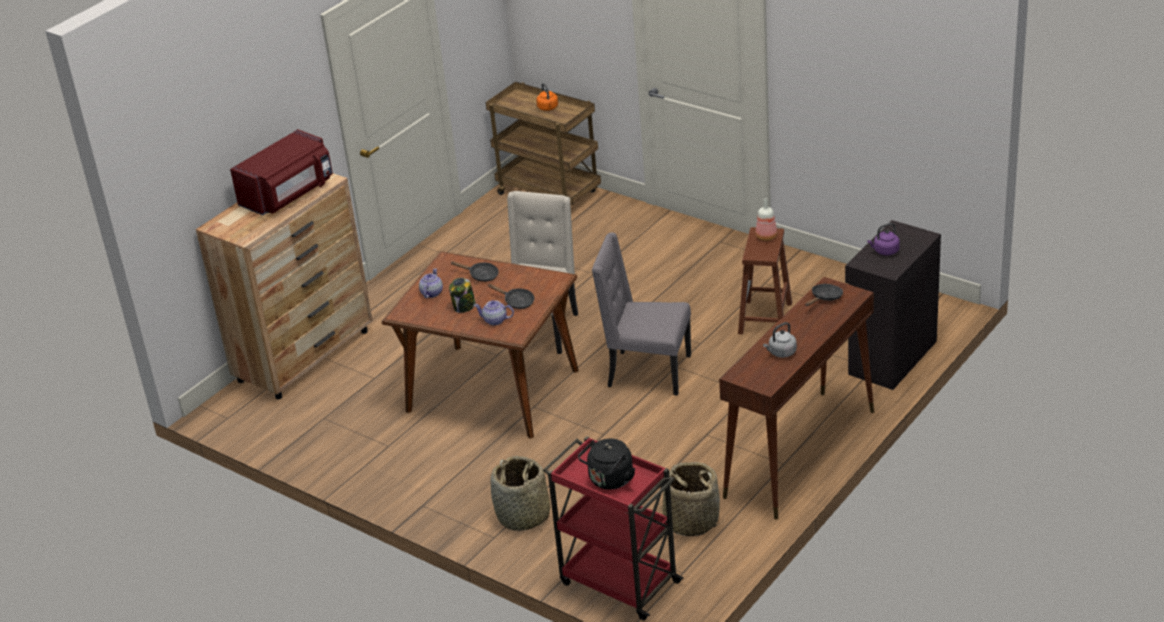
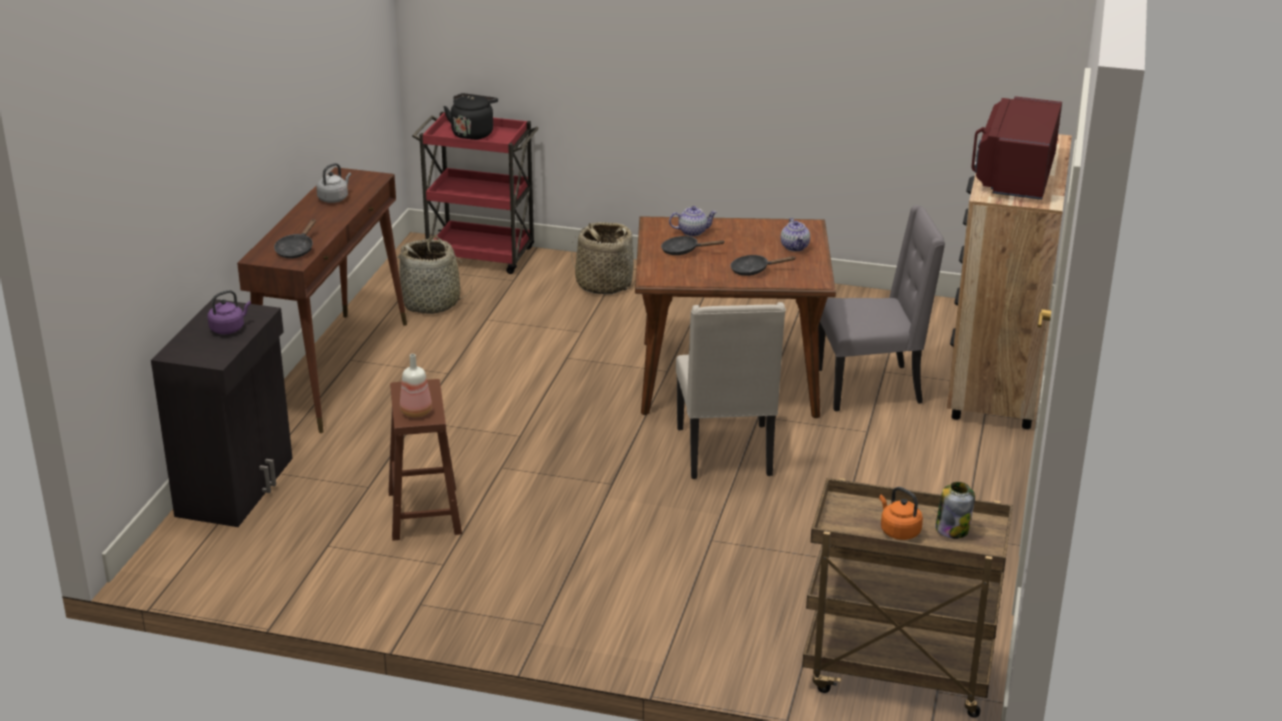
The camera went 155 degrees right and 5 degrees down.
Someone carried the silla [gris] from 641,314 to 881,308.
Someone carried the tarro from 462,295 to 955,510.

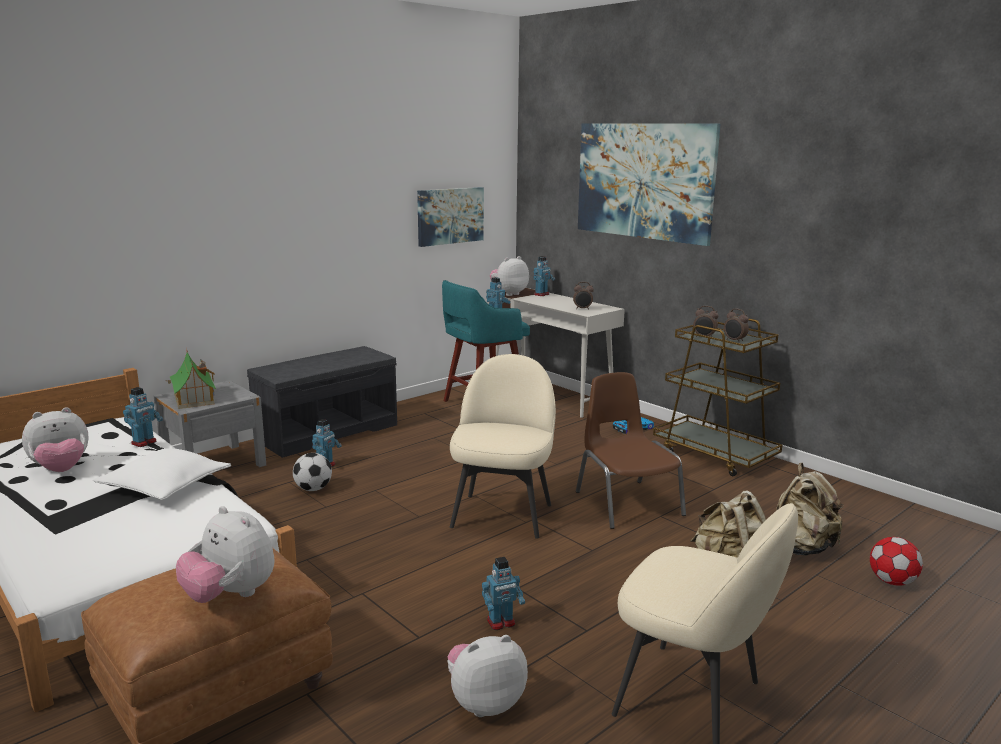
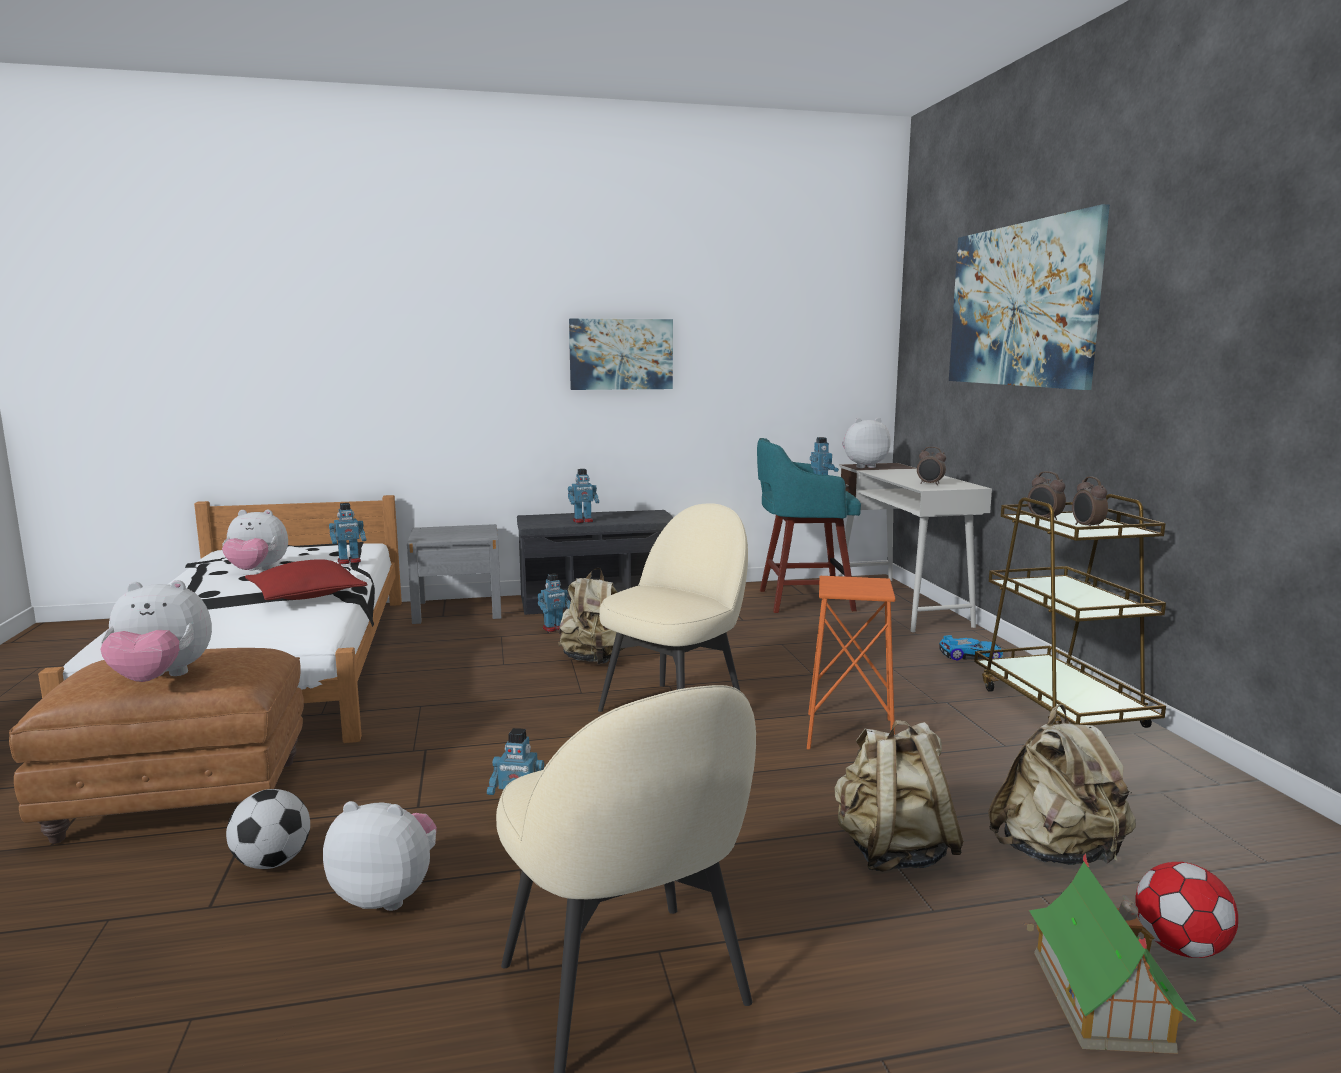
The camera went 30 degrees right and 5 degrees down.
Someone carried the cuadro from 450,217 to 621,354.
Someone carried the robot de juguete from 544,276 to 583,496.
Someone carried the casita from 191,380 to 1109,953.
Someone swapped the silla [marrón] at 631,450 for the taburete [naranja] at 851,663.
Someone repainted the cojín [blanco] at 162,474, which became the cojín [rojo] at 306,579.
Someone carried the balón de fútbol from 312,472 to 268,829.
Someone rotated the peluche at 225,554 by 75 degrees counterclockwise.
Someone put down the mochila [beis] at 591,616.

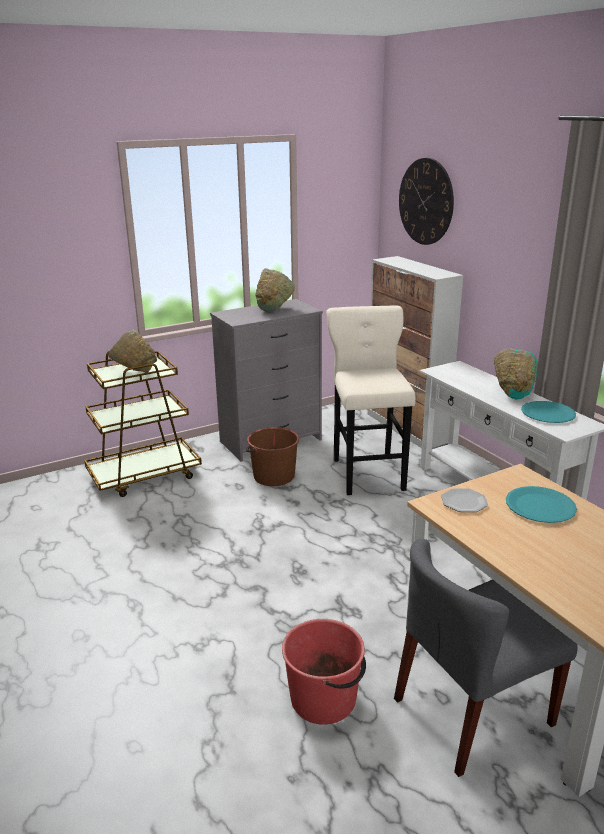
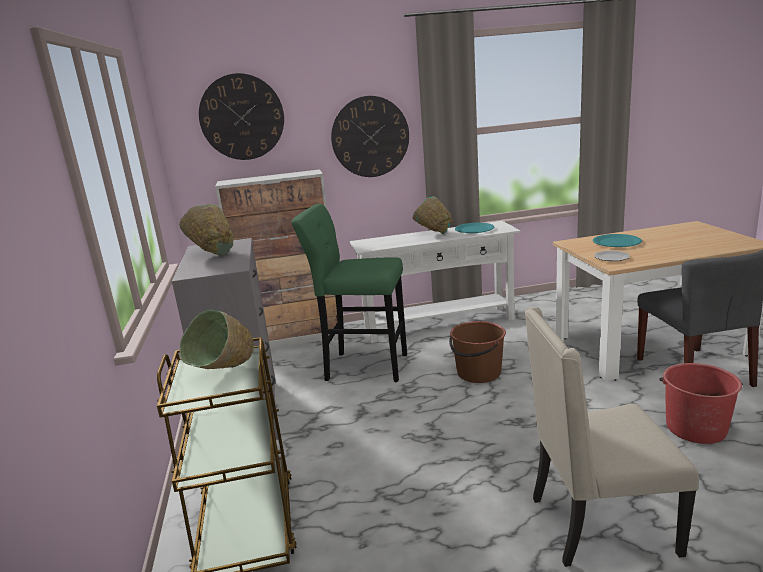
The camera went 70 degrees left and 5 degrees down.
Someone repainted the taburete [beis] at 371,400, which became the taburete [verde] at 349,293.
Someone carried the cubo [marrón] from 272,456 to 477,352.
Someone put up the reloj de pared at 370,136.
Someone put down the silla [beis] at 612,437.

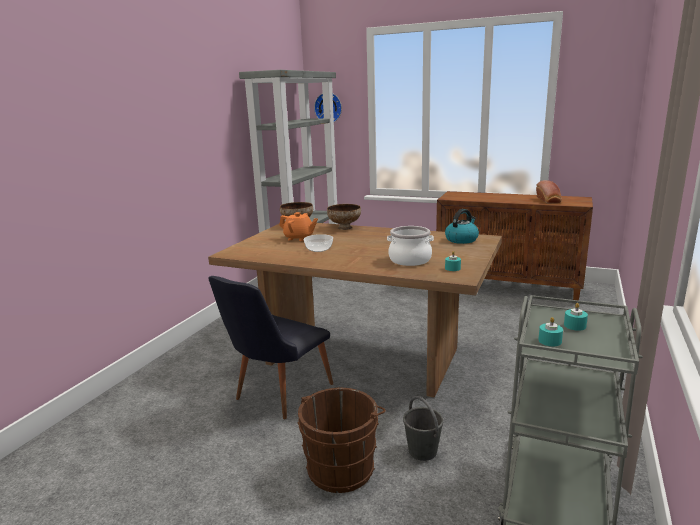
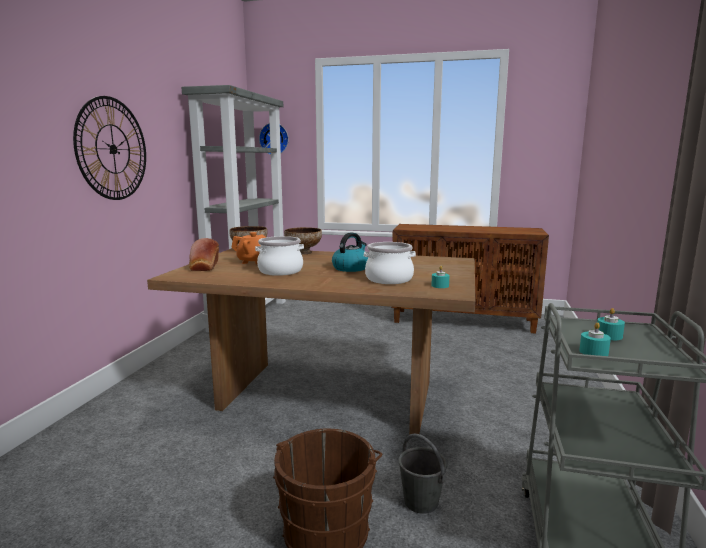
The camera went 10 degrees left and 5 degrees down.
Someone carried the pan from 549,191 to 204,254.
Someone carried the hervidor from 462,226 to 350,252.
Someone swapped the cuenco at 318,243 for the olla at 279,256.
Someone took away the silla [negro] at 270,347.
Someone put up the reloj de pared at 109,148.

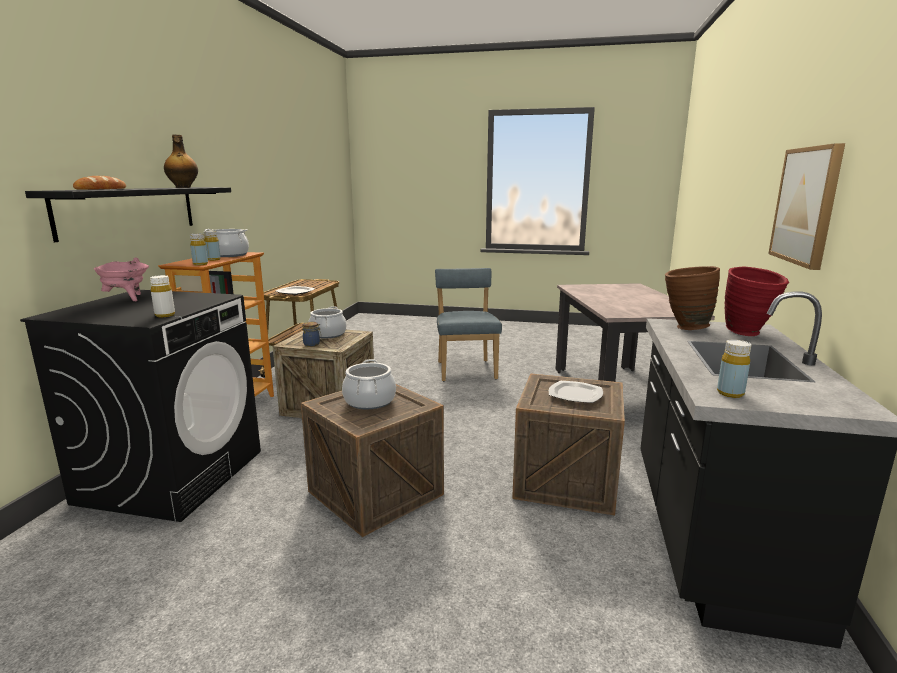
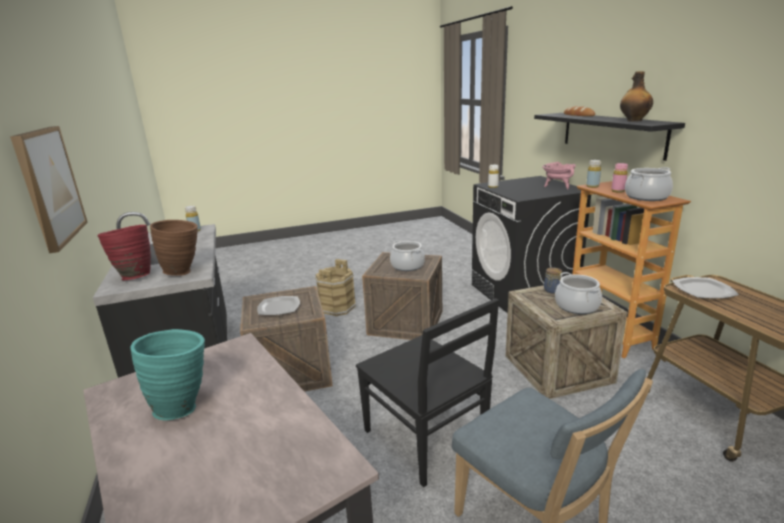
The camera went 150 degrees right and 5 degrees up.
Someone repainted the botella [amarillo] at 212,246, which became the botella [rosa] at 619,178.
Someone put down the cubo [marrón] at 335,287.
Someone put down the silla [negro] at 427,392.
Someone put down the florero [turquesa] at 167,375.

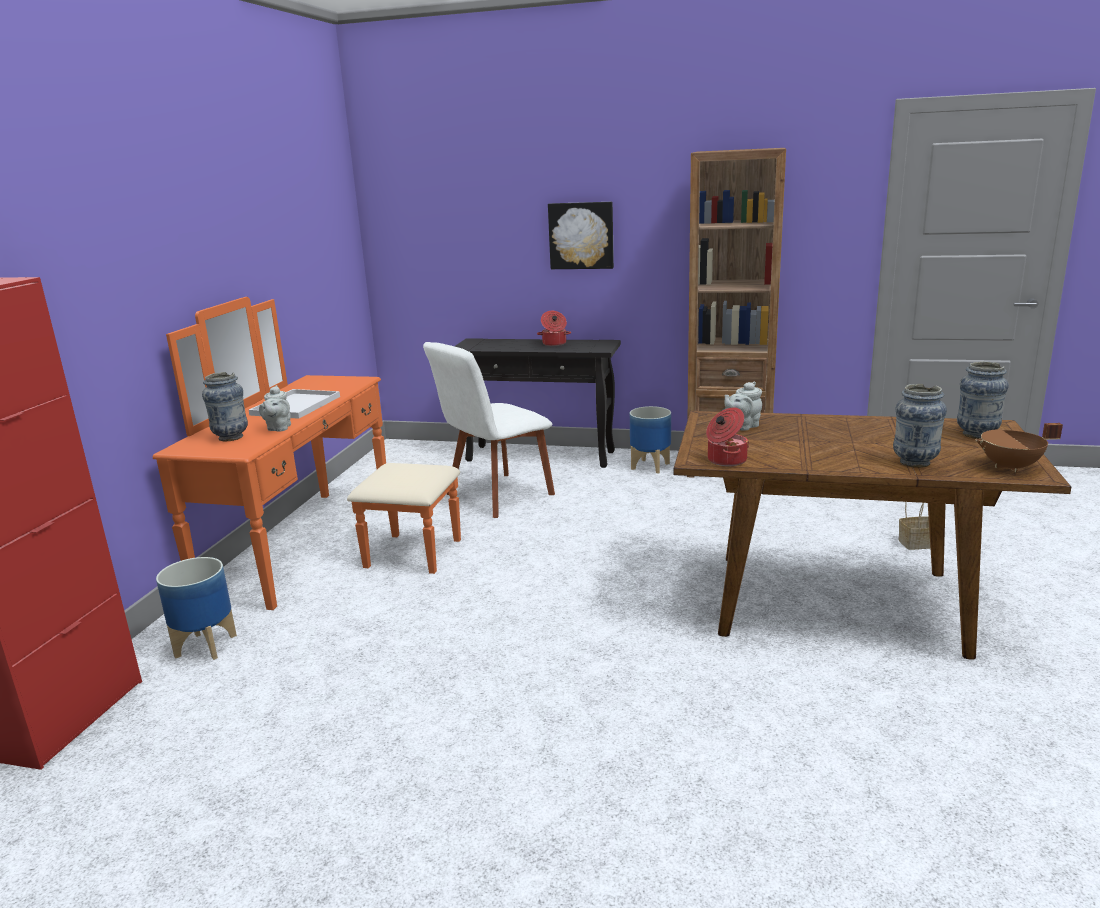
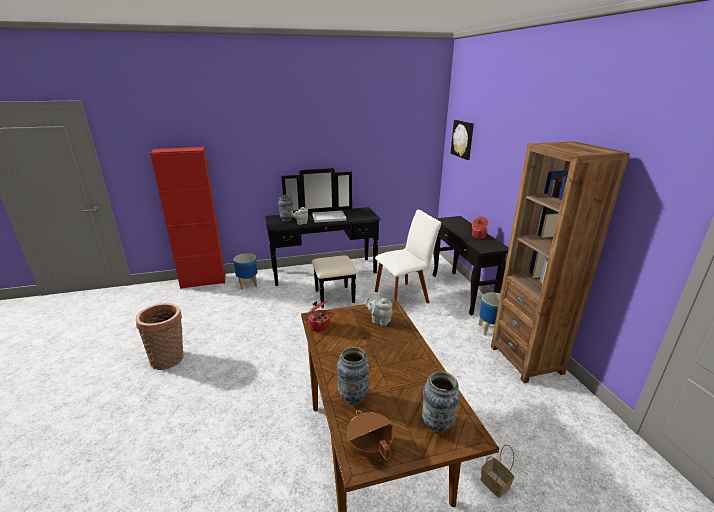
The camera went 60 degrees right and 5 degrees up.
Someone carried the cuadro from 581,235 to 462,140.
Someone repainted the cómoda [naranja] at 307,453, which became the cómoda [negro] at 323,238.
Someone rotated the silla [blanco] at 489,430 by 135 degrees clockwise.
Someone put down the cesta at 160,336.

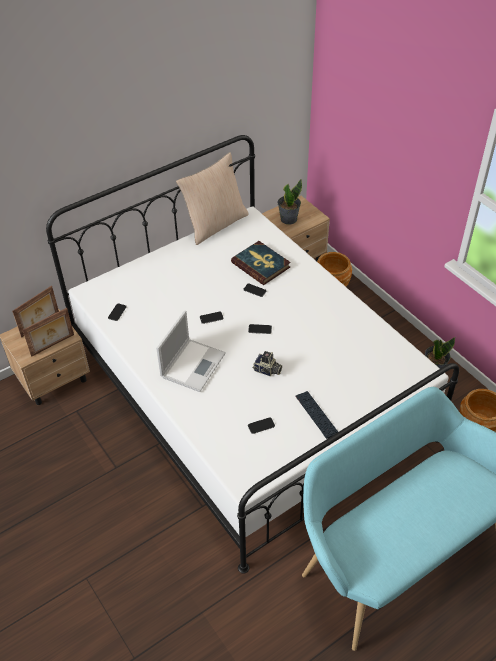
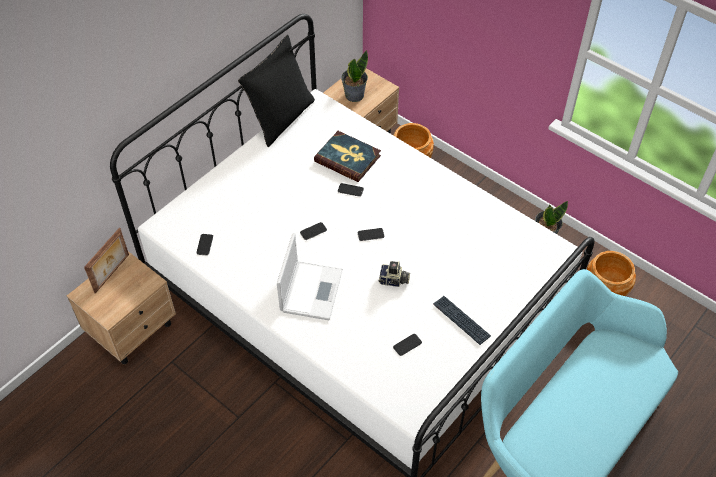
The camera went 15 degrees left and 5 degrees up.
Someone repainted the cojín [beis] at 212,198, which became the cojín [negro] at 276,91.
Someone took away the portarretratos at 48,332.

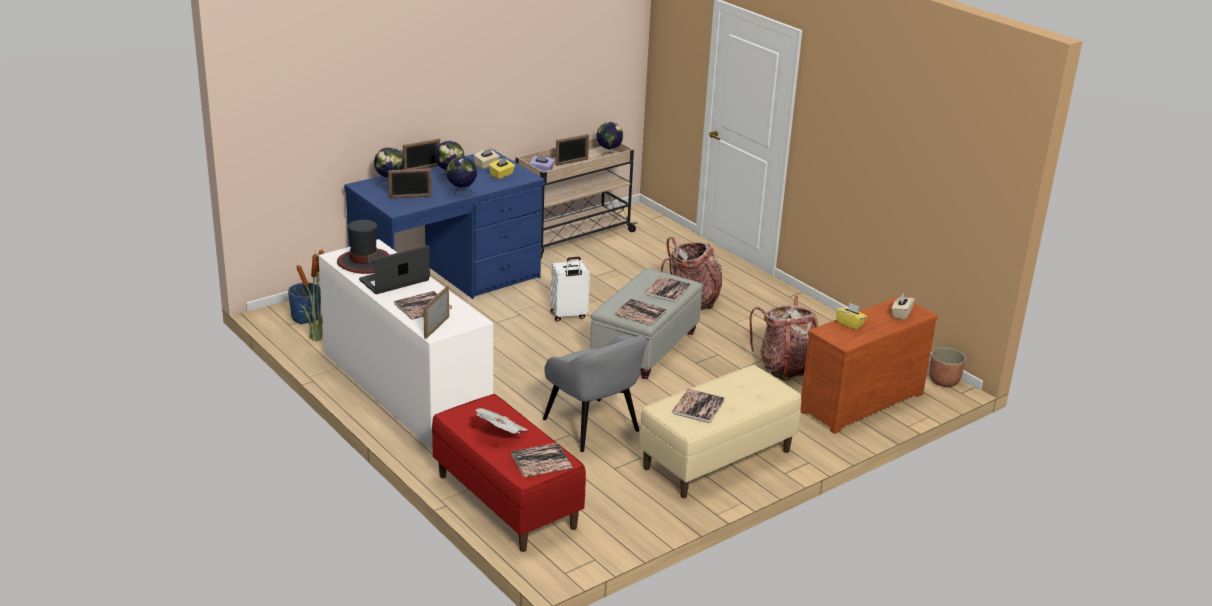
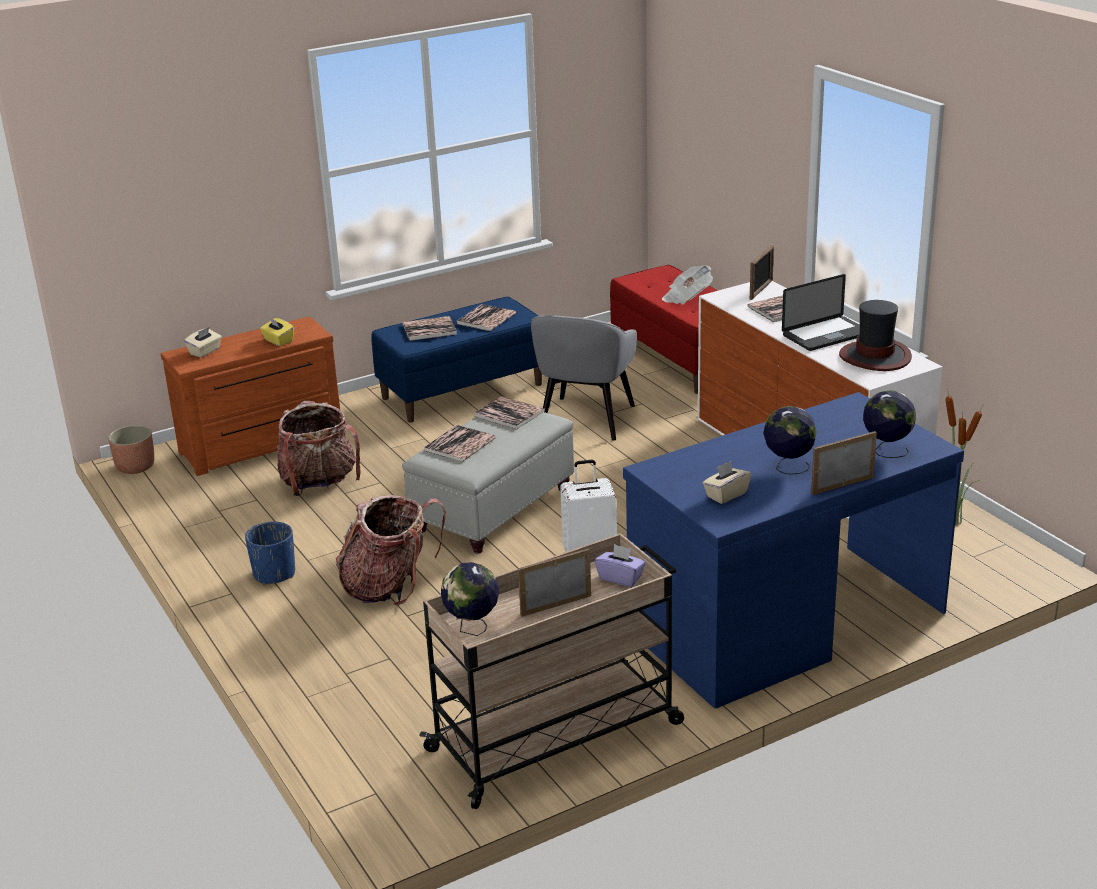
The camera went 170 degrees left and 0 degrees up.
Someone took away the globo terráqueo at 461,177.
Someone took away the caja de pañuelos [amarillo] at 502,168.
Someone took away the portarretratos at 409,183.
Someone carried the maceta [azul] from 304,304 to 270,553.
Someone rotated the sillón [gris] at 595,393 by 135 degrees counterclockwise.
Someone repainted the banco [beis] at 720,431, which became the banco [azul] at 456,359.
Someone carried the libro from 541,460 to 429,328.

